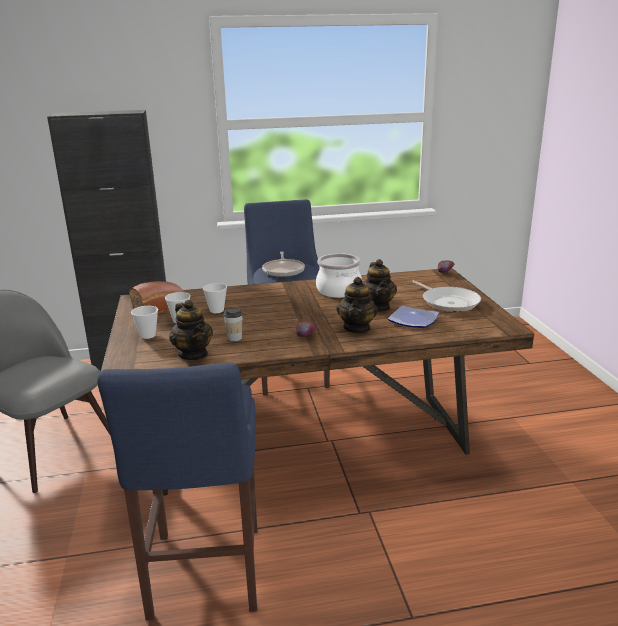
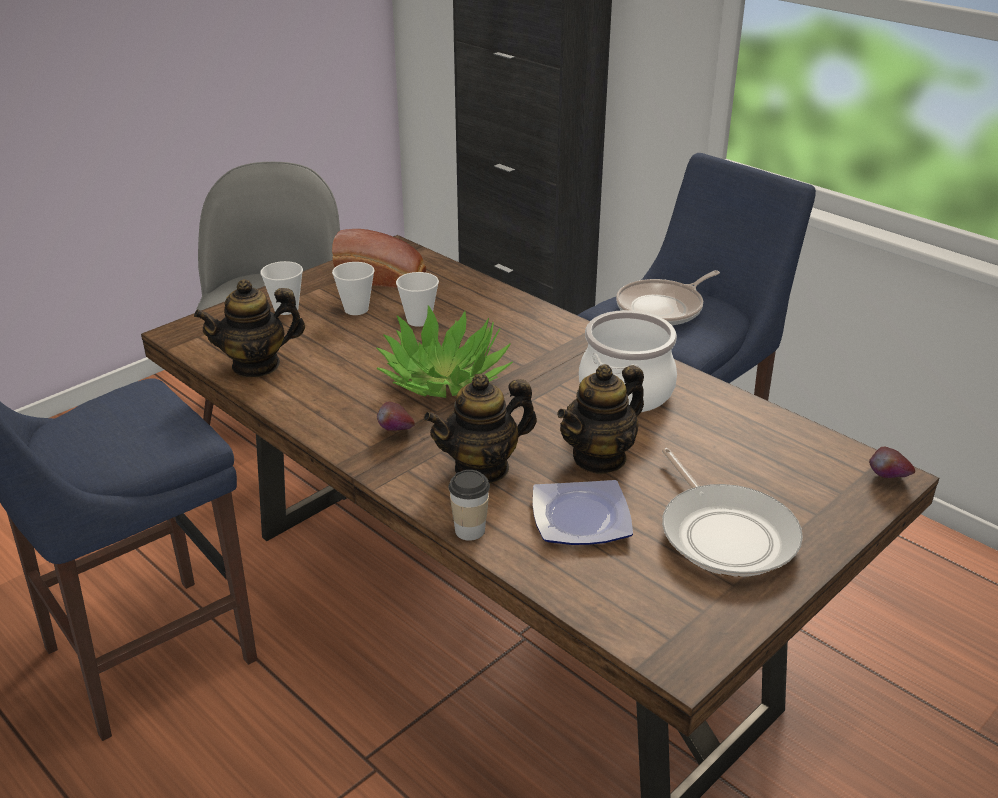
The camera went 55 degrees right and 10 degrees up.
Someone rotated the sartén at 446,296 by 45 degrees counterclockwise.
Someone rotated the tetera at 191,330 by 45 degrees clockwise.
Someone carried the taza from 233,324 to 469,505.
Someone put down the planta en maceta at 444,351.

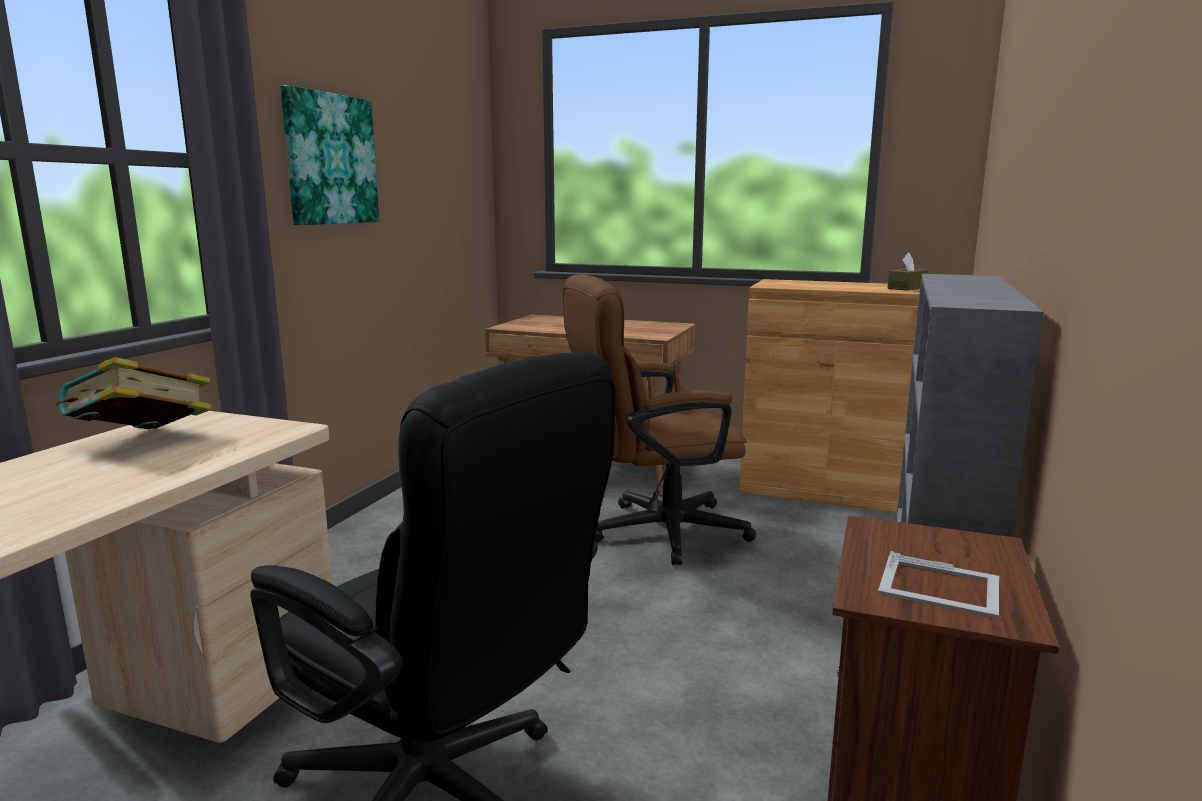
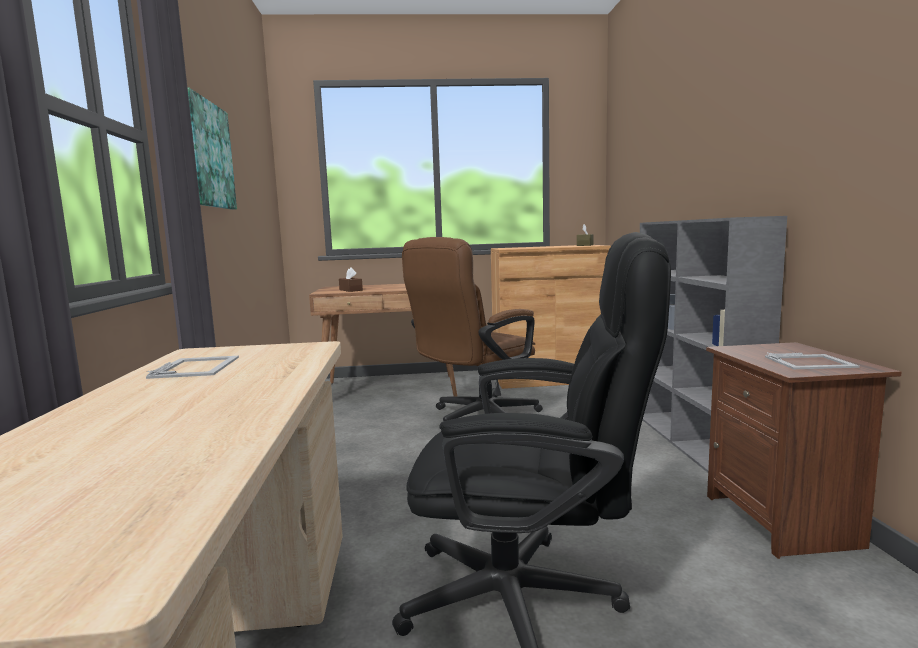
The camera went 25 degrees left and 5 degrees down.
Someone swapped the libro at 133,393 for the portarretratos at 192,367.
Someone put down the caja de pañuelos [marrón] at 351,279.

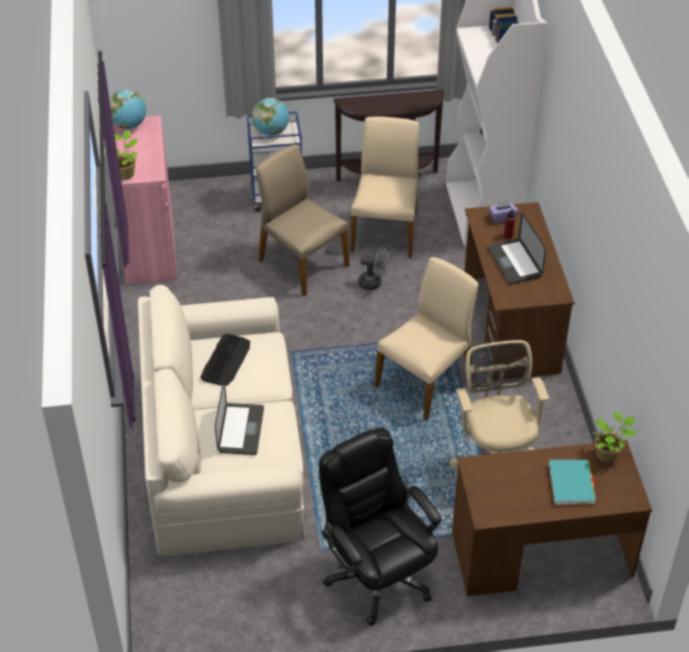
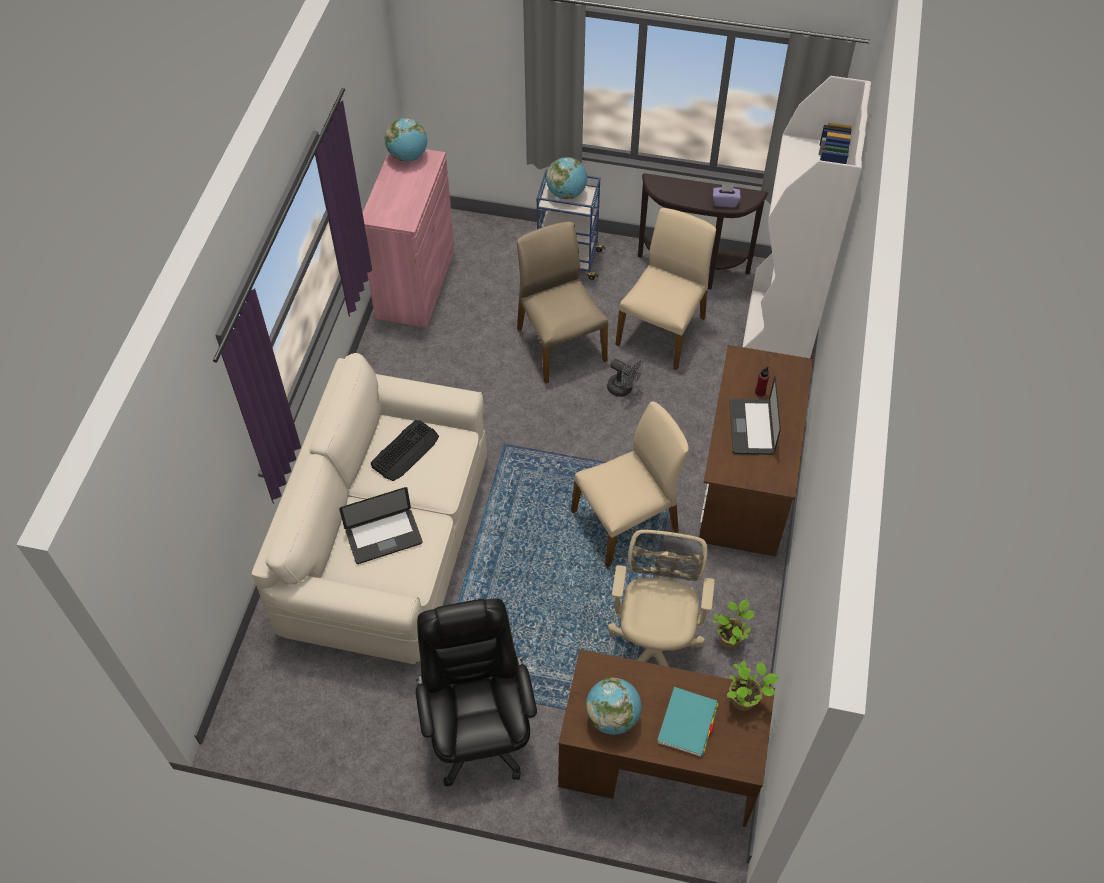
The camera went 20 degrees right and 10 degrees up.
Someone carried the planta en maceta from 121,155 to 734,624.
Someone carried the caja de pañuelos [morado] from 503,211 to 727,195.
Someone rotated the portátil at 239,416 by 45 degrees clockwise.
Someone put down the globo terráqueo at 613,706.

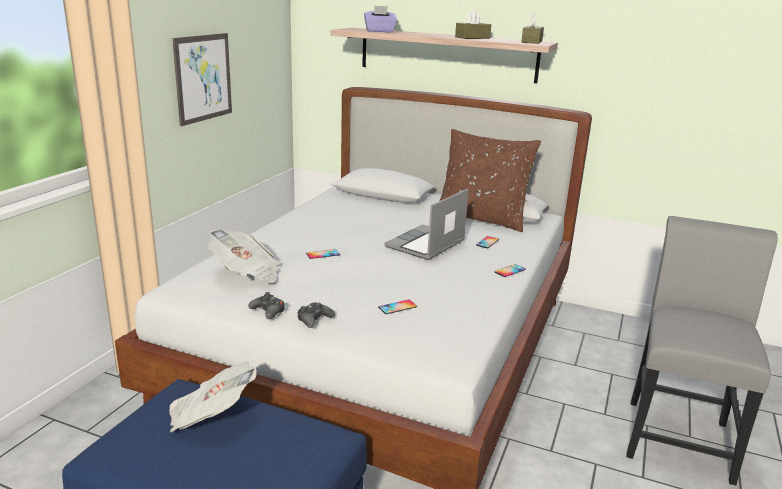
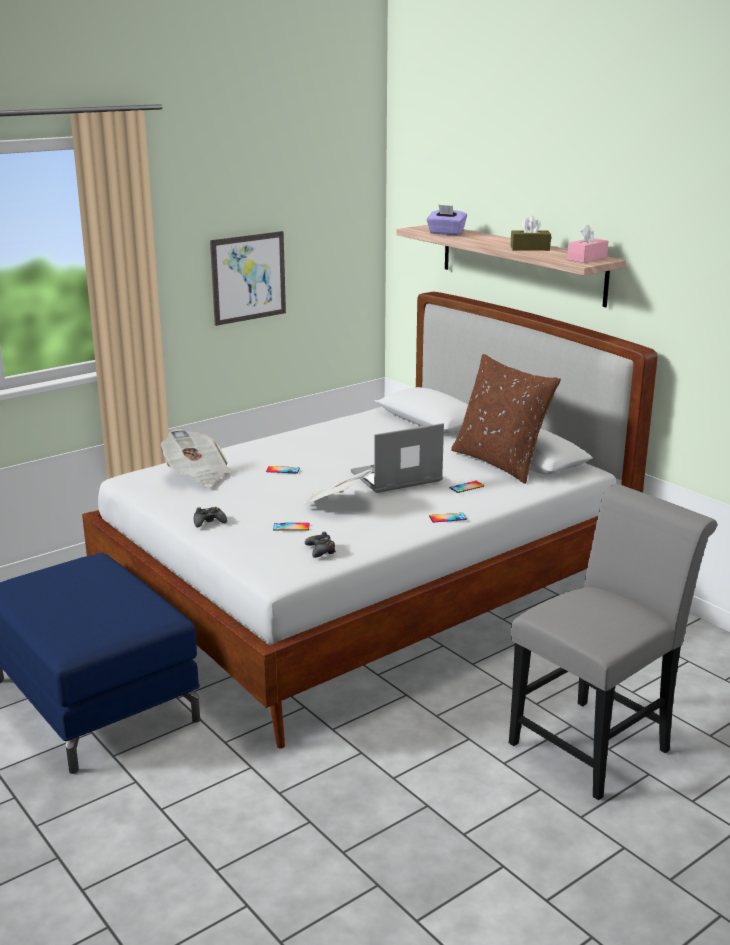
The camera went 30 degrees right and 0 degrees up.
Someone repainted the caja de pañuelos [marrón] at 532,28, which became the caja de pañuelos [rosa] at 587,243.
Someone carried the mando de consola [negro] from 266,305 to 320,545.
Someone carried the periódico from 213,396 to 338,486.

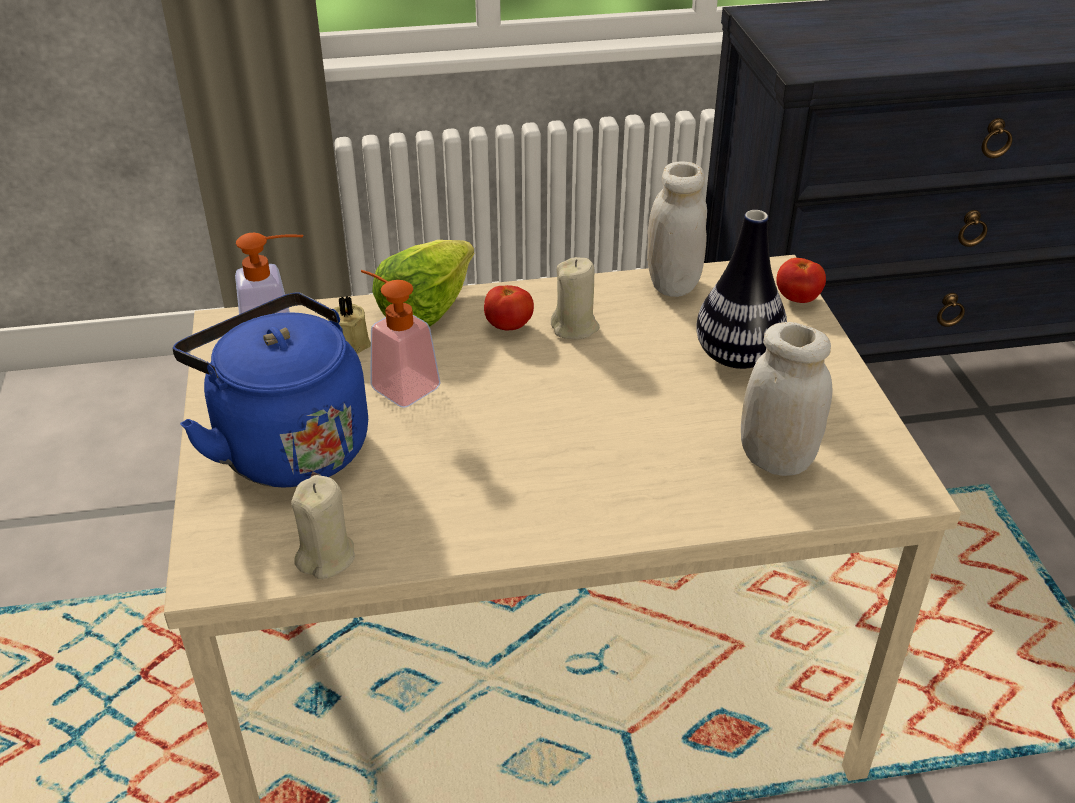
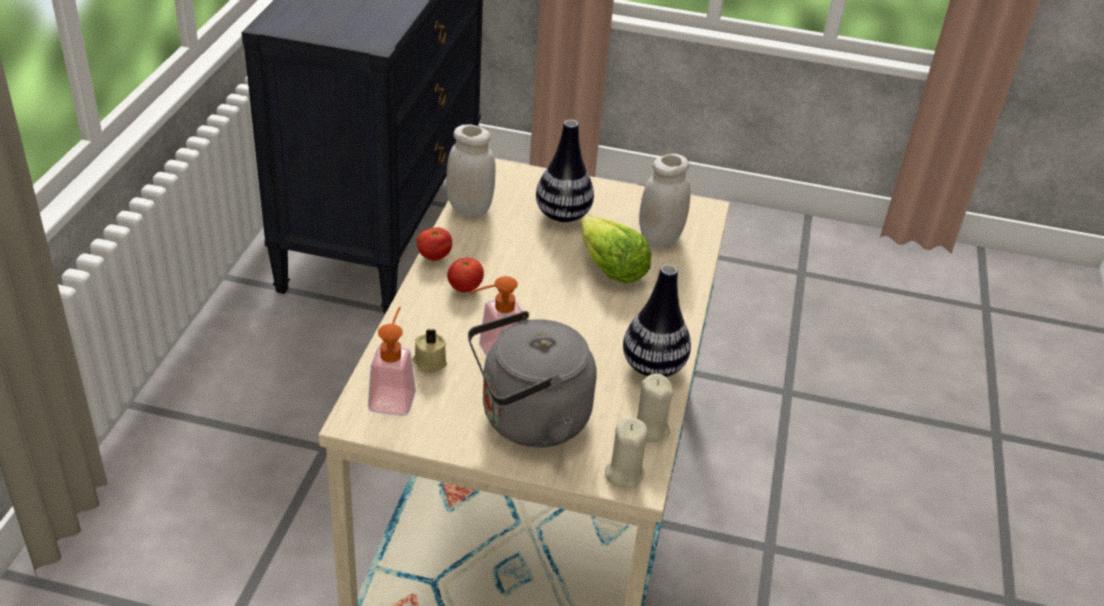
The camera went 70 degrees left and 0 degrees up.
Someone carried the lechuga from 423,283 to 615,250.
Someone carried the vela [beis] from 575,298 to 626,453.
Someone carried the tomate from 801,280 to 434,244.
Someone repainted the hervidor [azul] at 270,390, which became the hervidor [gris] at 532,379.
Someone put down the florero at 657,320.

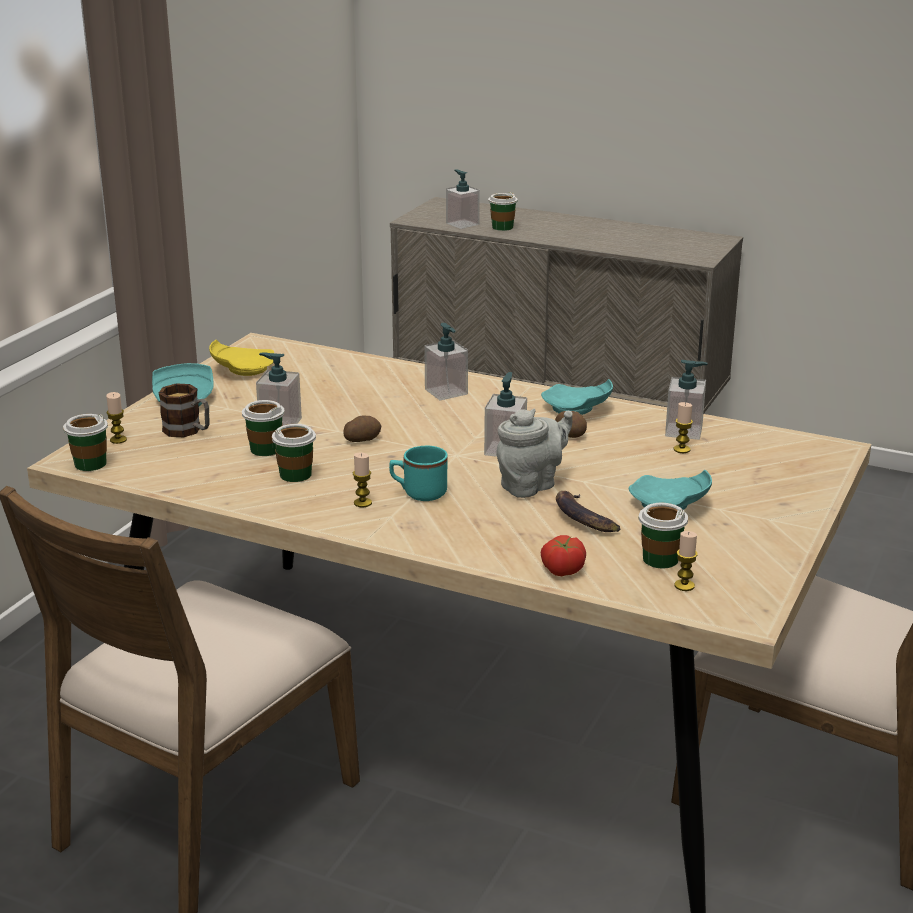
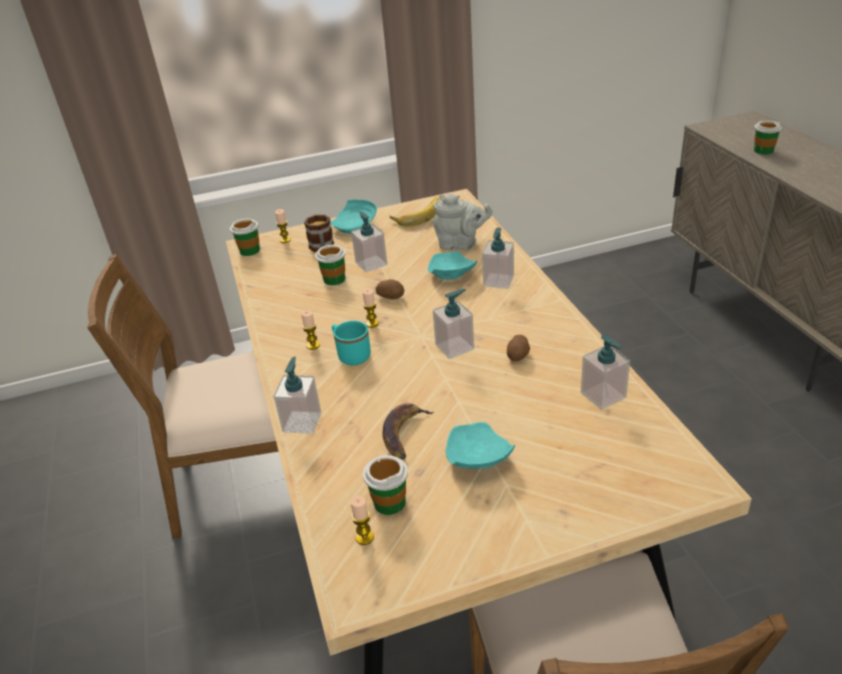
The camera went 50 degrees right and 10 degrees up.
Someone carried the dispensador de jabón from 463,199 to 297,395.
Someone swapped the plato [amarillo] at 241,358 for the plátano at 414,212.
Someone carried the plato [turquesa] from 577,397 to 452,265.
Someone carried the vela from 683,427 to 370,308.
Someone carried the tetera [gris] from 535,453 to 463,221.
Someone took away the taza at 294,453.
Someone took away the tomate at 563,555.

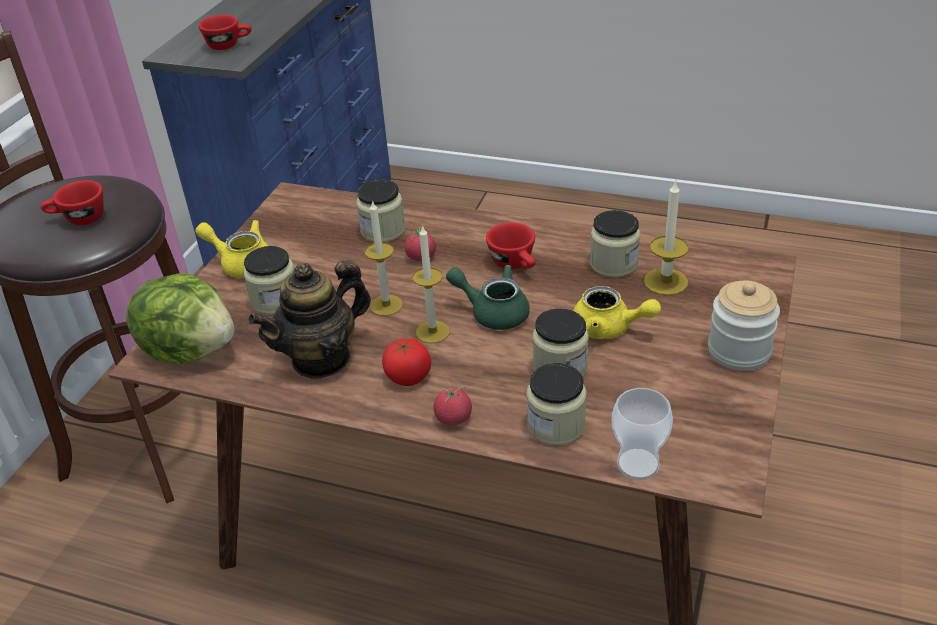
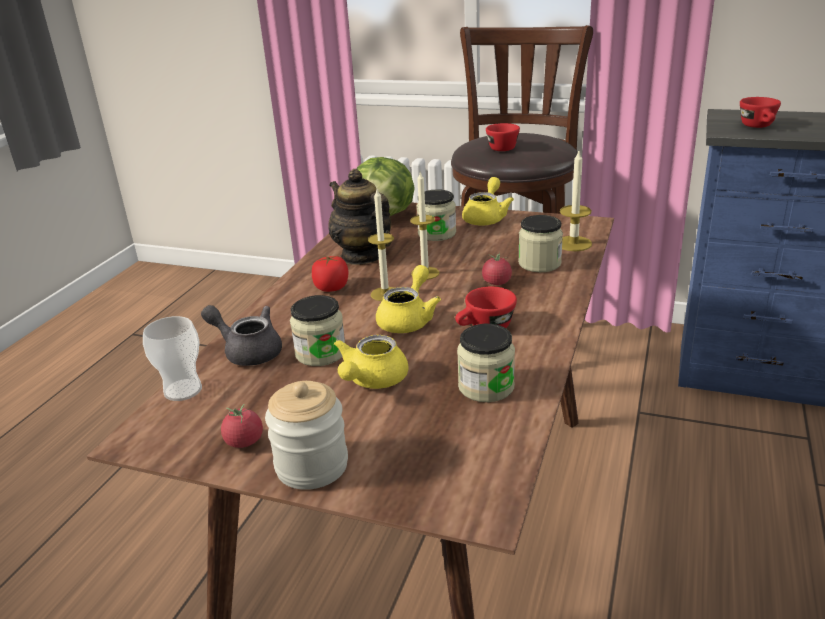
The camera went 90 degrees right and 10 degrees down.
Someone carried the vela from 666,237 to 576,201.
Someone repainted the tetera [verde] at 488,297, which became the tetera [amarillo] at 408,299.
Someone swapped the tarro at 557,404 for the tetera [gris] at 241,335.
Someone carried the tomate from 452,406 to 242,426.

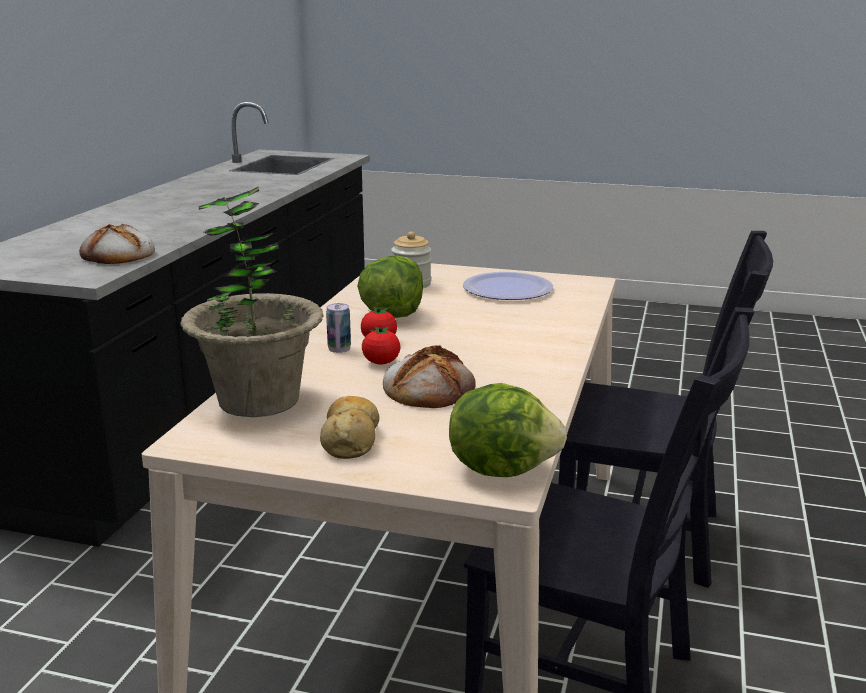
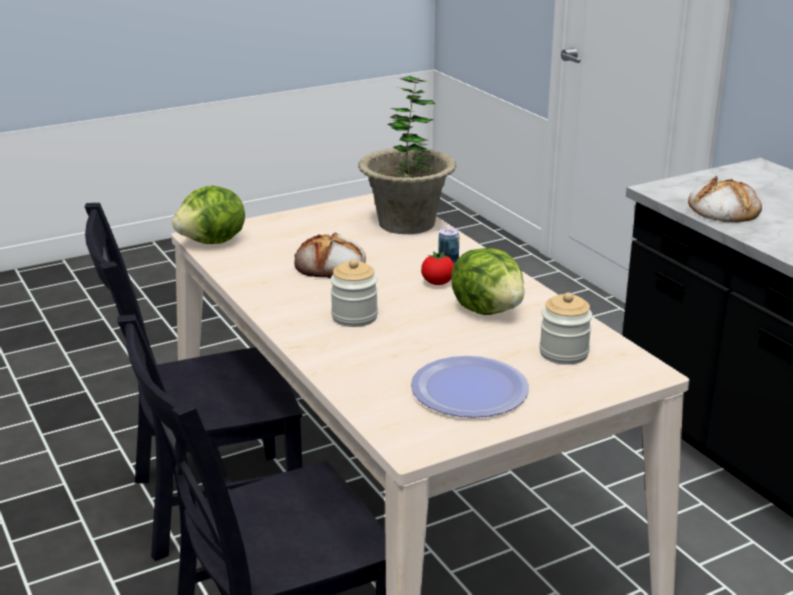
The camera went 135 degrees right and 5 degrees up.
Someone took away the tomate at 381,345.
Someone took away the pan at 349,427.
Someone put down the tarro at 354,293.

